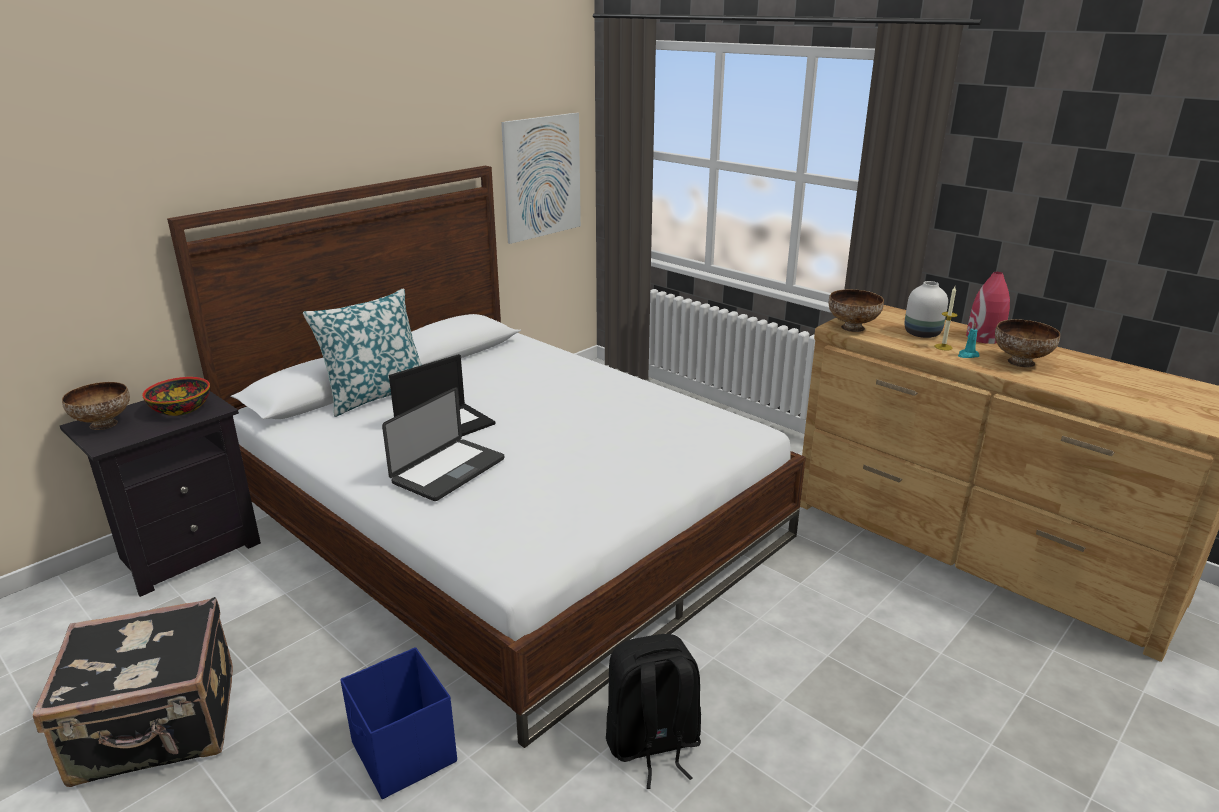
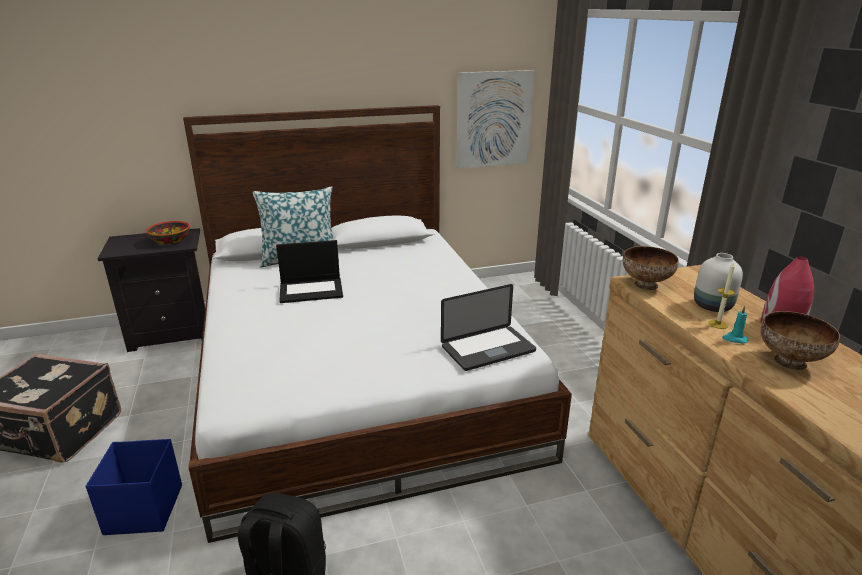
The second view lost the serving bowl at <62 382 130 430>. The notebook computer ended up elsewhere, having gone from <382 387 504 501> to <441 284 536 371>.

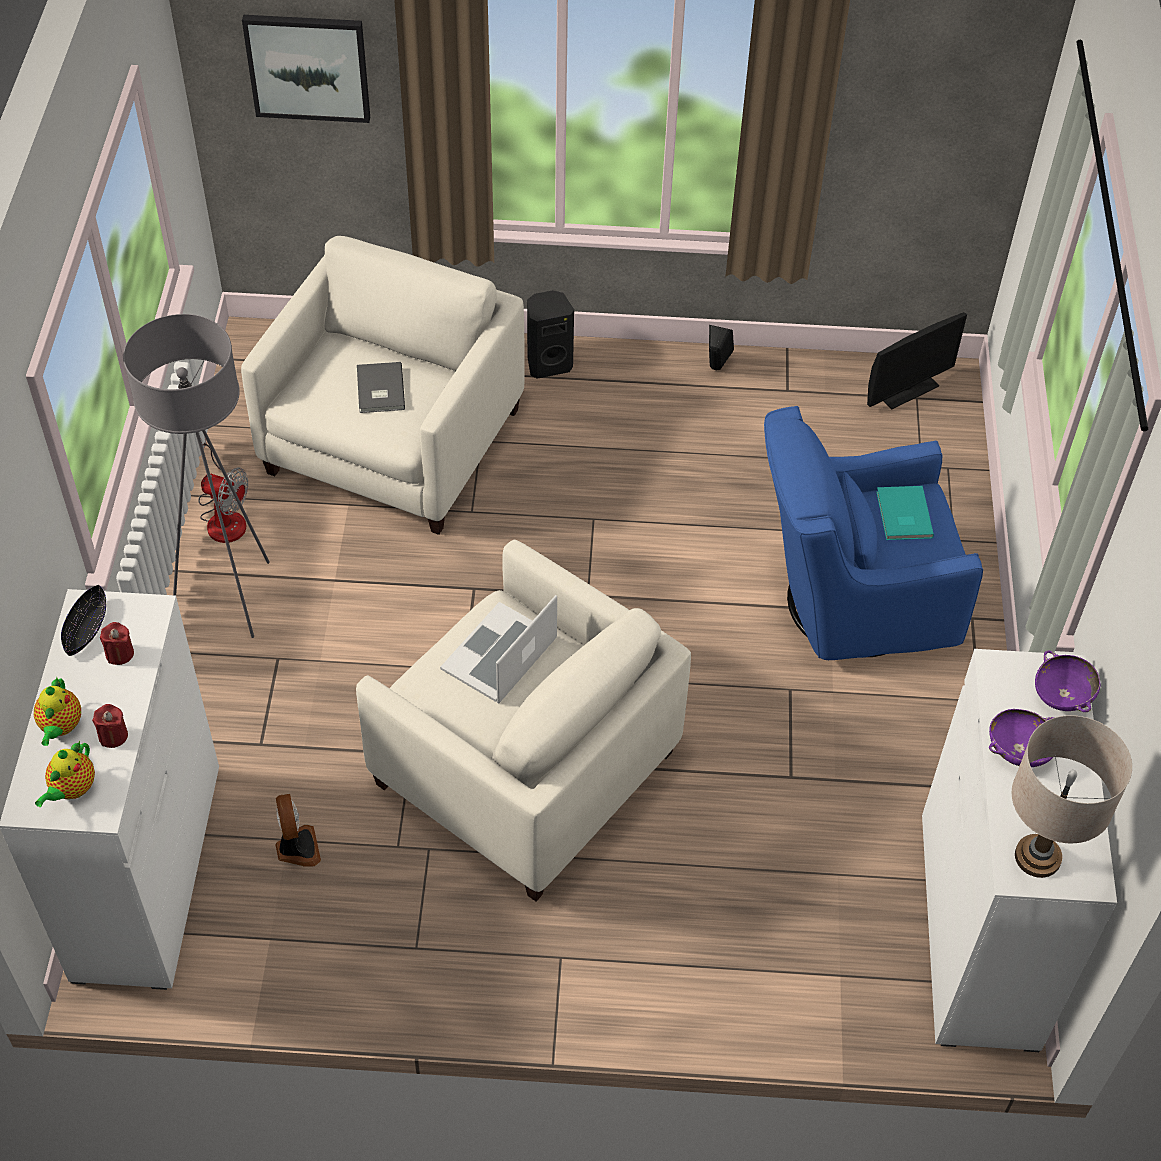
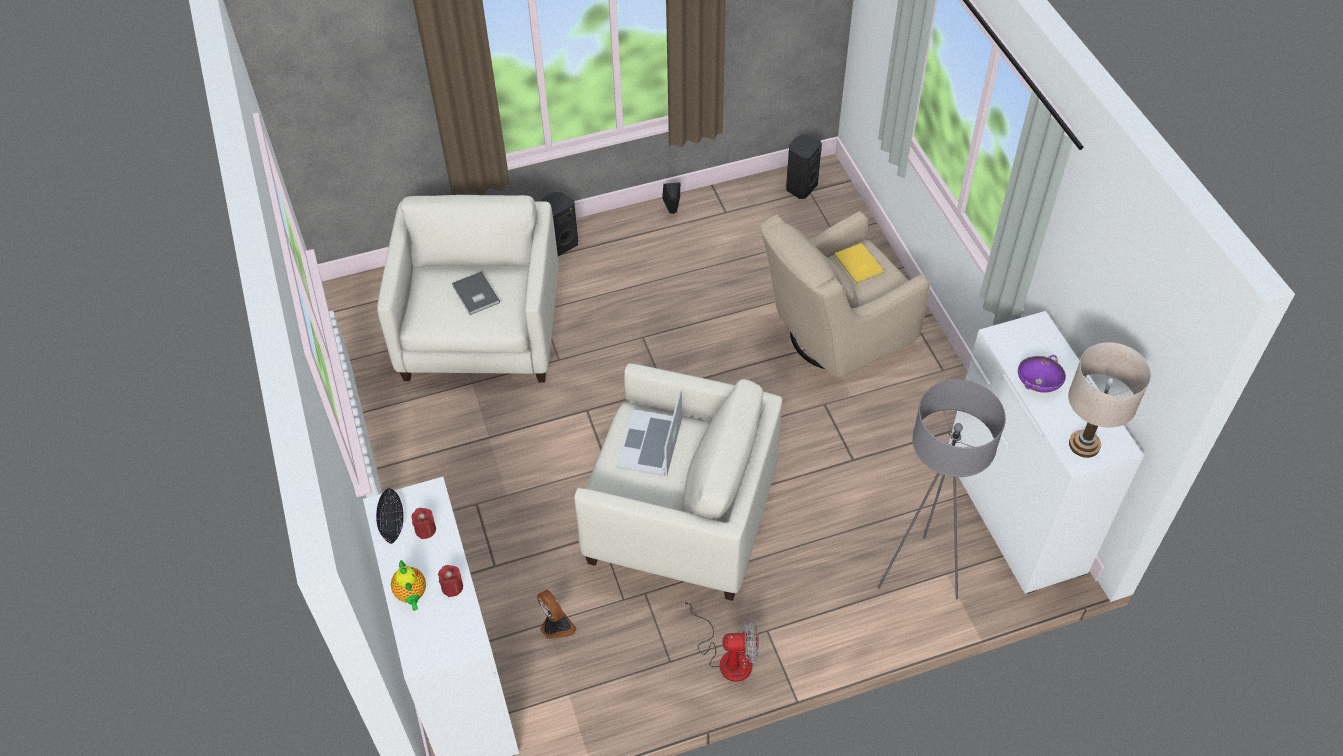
The second view lost the pot for tea at <35 741 95 807>. The second view lost the wall art at <242 15 370 123>. The second view lost the purplish serving bowl at <1035 650 1100 712>. The grey floor lamp ended up elsewhere, having gone from <123 314 270 638> to <878 379 1006 599>. The electric fan ended up elsewhere, having gone from <199 436 248 543> to <684 596 759 682>. Where the monitor stood at <867 312 967 410>, the blackish speaker came to stand at <786 135 822 199>. What was the blue-coloured easy chair at <764 406 983 660> turned into the sand-coloured easy chair at <760 211 930 377>. What was the blue-green bound book at <876 486 934 540> turned into the yellow bound book at <834 243 884 285>.

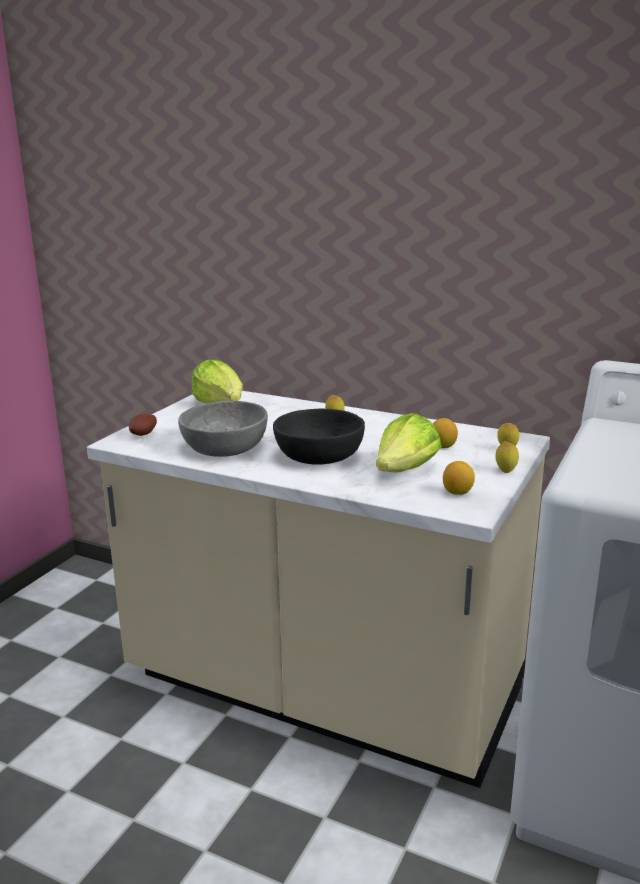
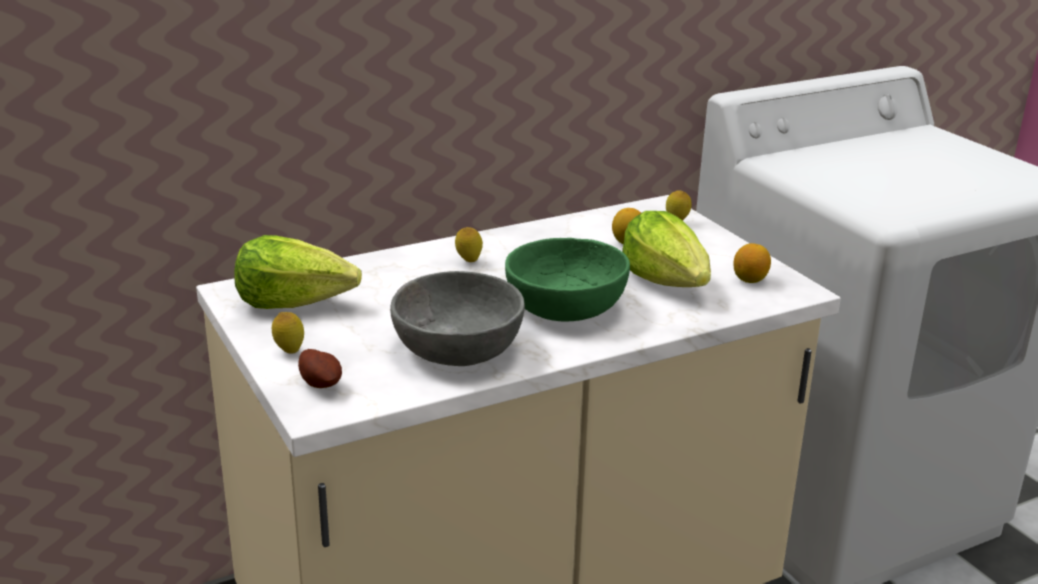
The lemon ended up elsewhere, having gone from <495 441 519 473> to <272 312 304 354>. What was the blackish serving bowl at <273 409 365 464> turned into the green serving bowl at <505 238 630 322>.

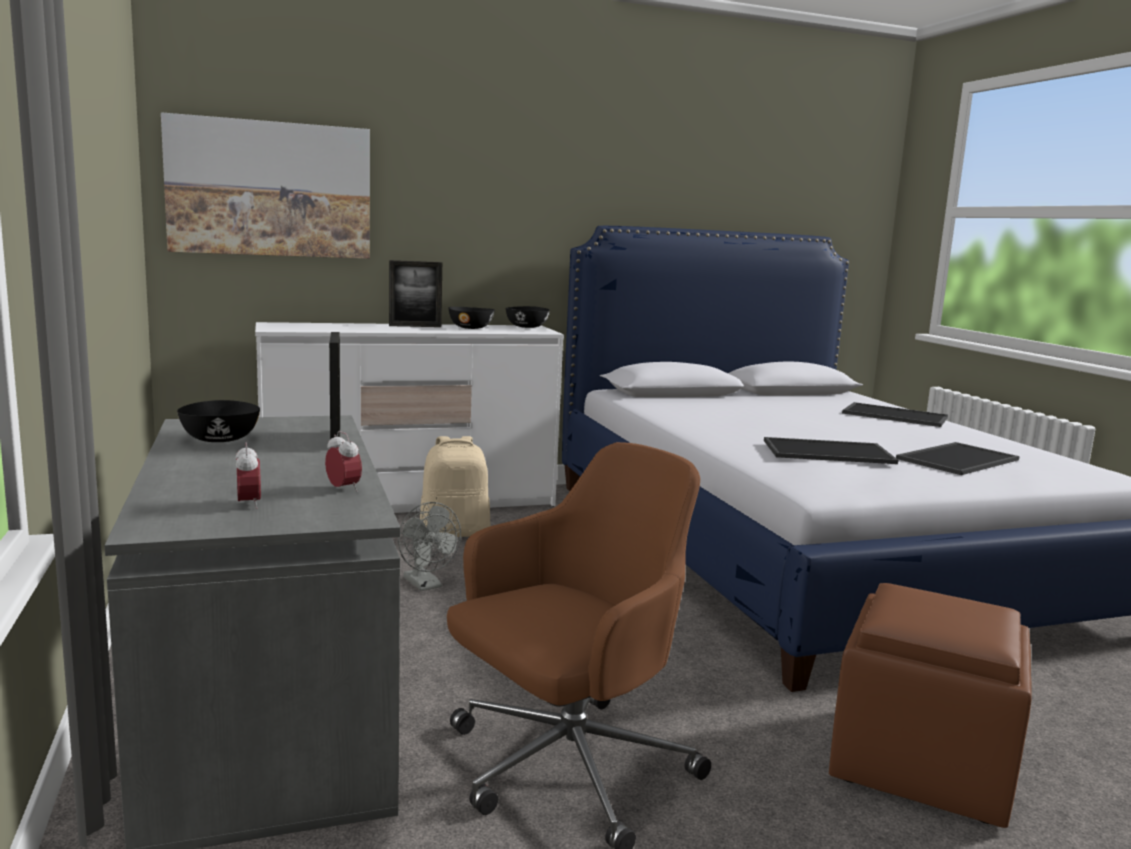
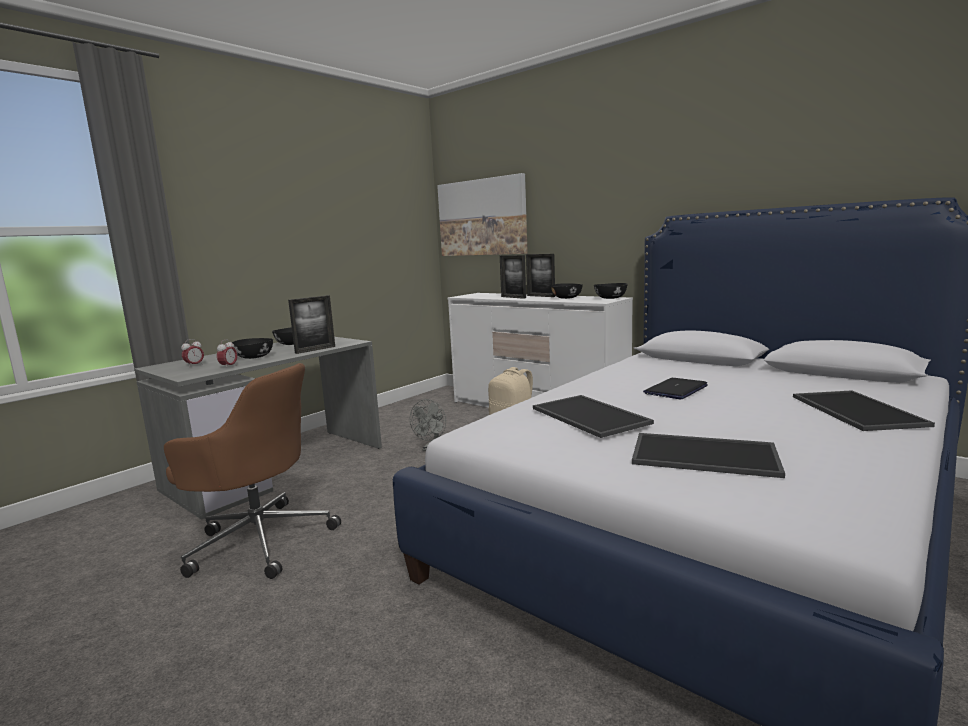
The second view lost the brown pouffe at <829 583 1032 828>. The second view gained the blackish serving bowl at <232 338 273 359>. The second view gained the standing frame at <500 255 526 299>. The second view gained the notebook computer at <643 378 708 399>.

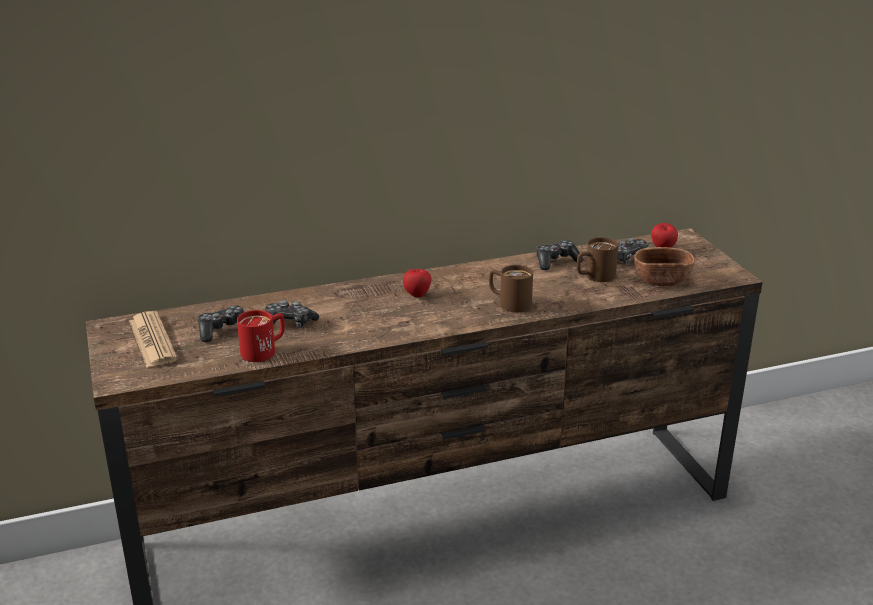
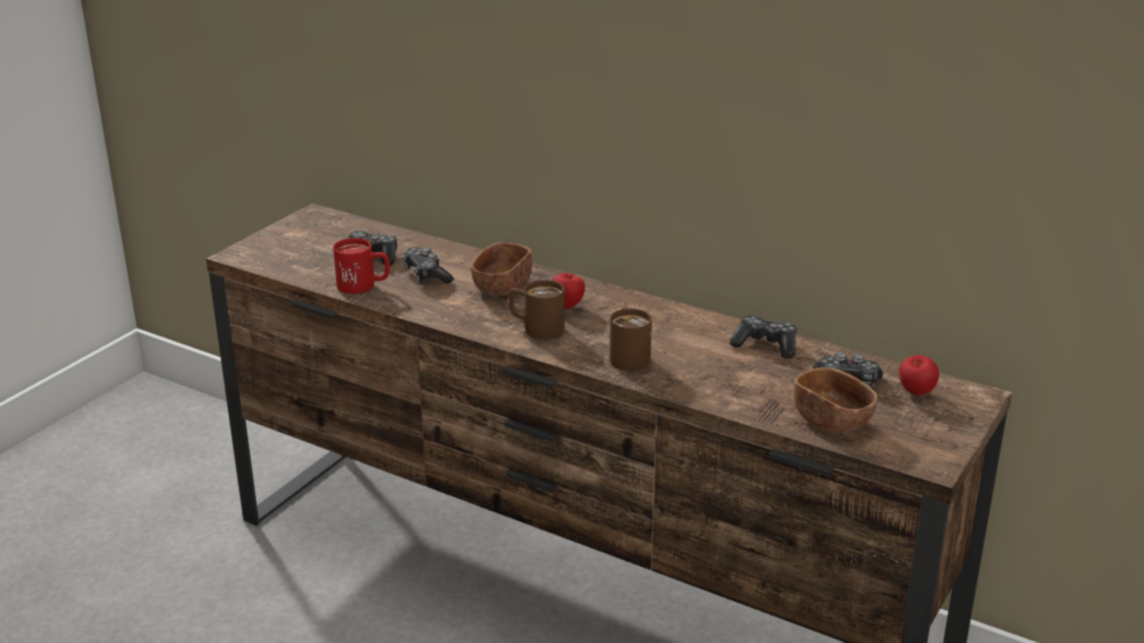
The second view lost the daily paper at <129 311 178 367>. The second view gained the brown serving bowl at <471 242 532 296>. The brown coffee mug ended up elsewhere, having gone from <577 237 619 282> to <509 280 565 340>.

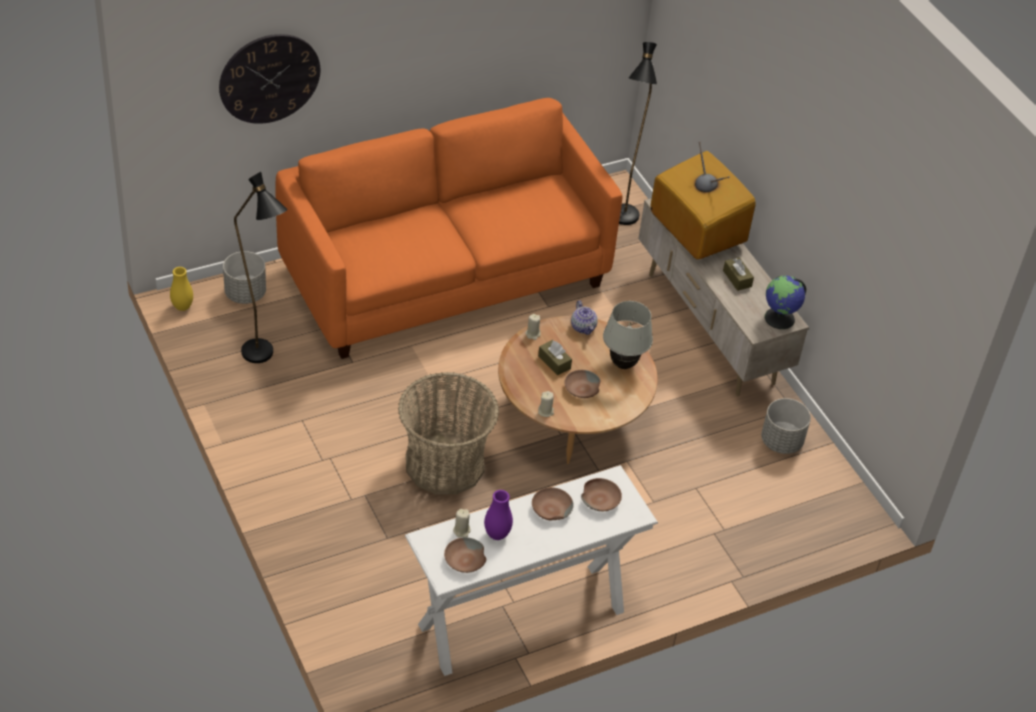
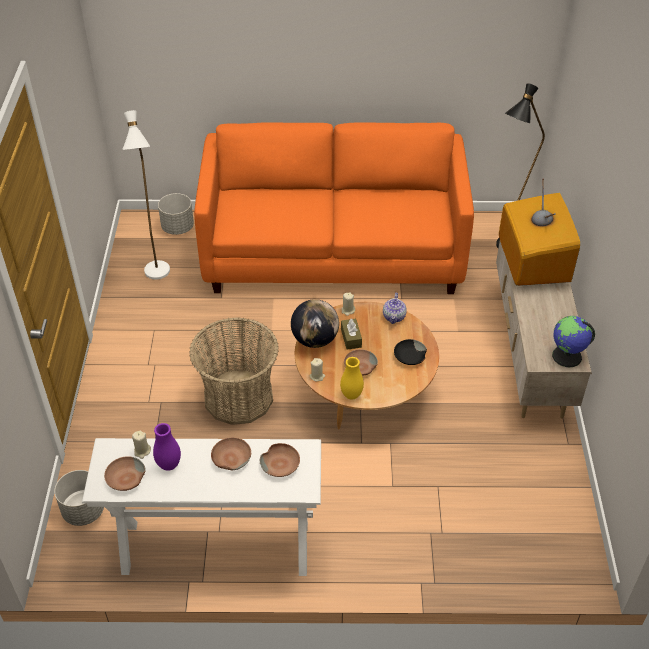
The second view lost the wall clock at <219 34 320 124>. The second view lost the brown tissue holder at <723 257 754 291>. The second view gained the globe at <291 299 339 348>. The yellow flower vase ended up elsewhere, having gone from <170 267 193 311> to <340 357 364 399>. The grey flower pot ended up elsewhere, having gone from <761 398 811 454> to <54 470 104 526>. Where the white tabletop lamp stood at <603 301 653 369>, the blackish serving bowl came to stand at <394 339 427 365>. What was the blackish floor lamp at <234 172 287 363> turned into the white floor lamp at <122 110 170 280>.

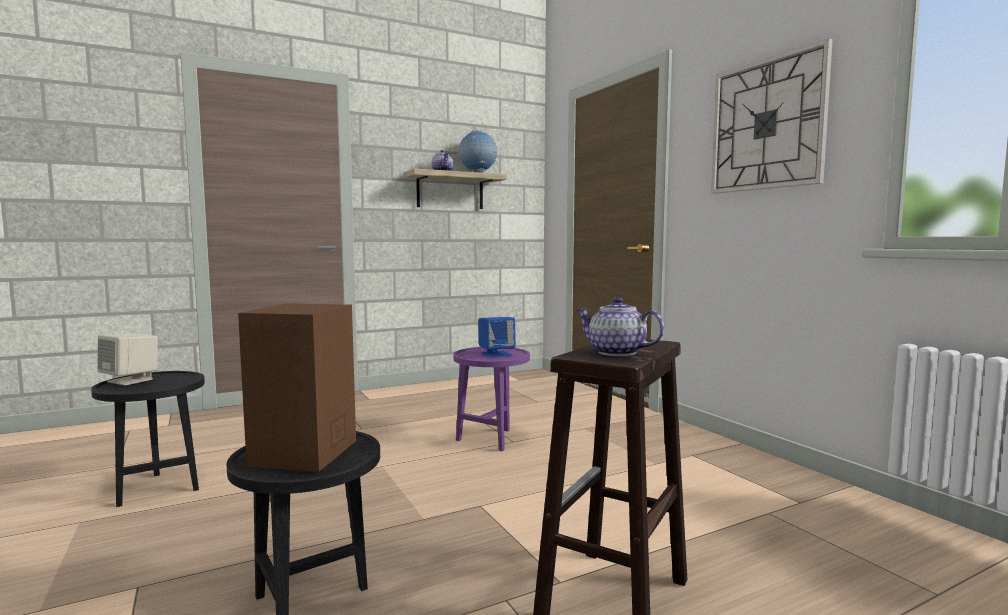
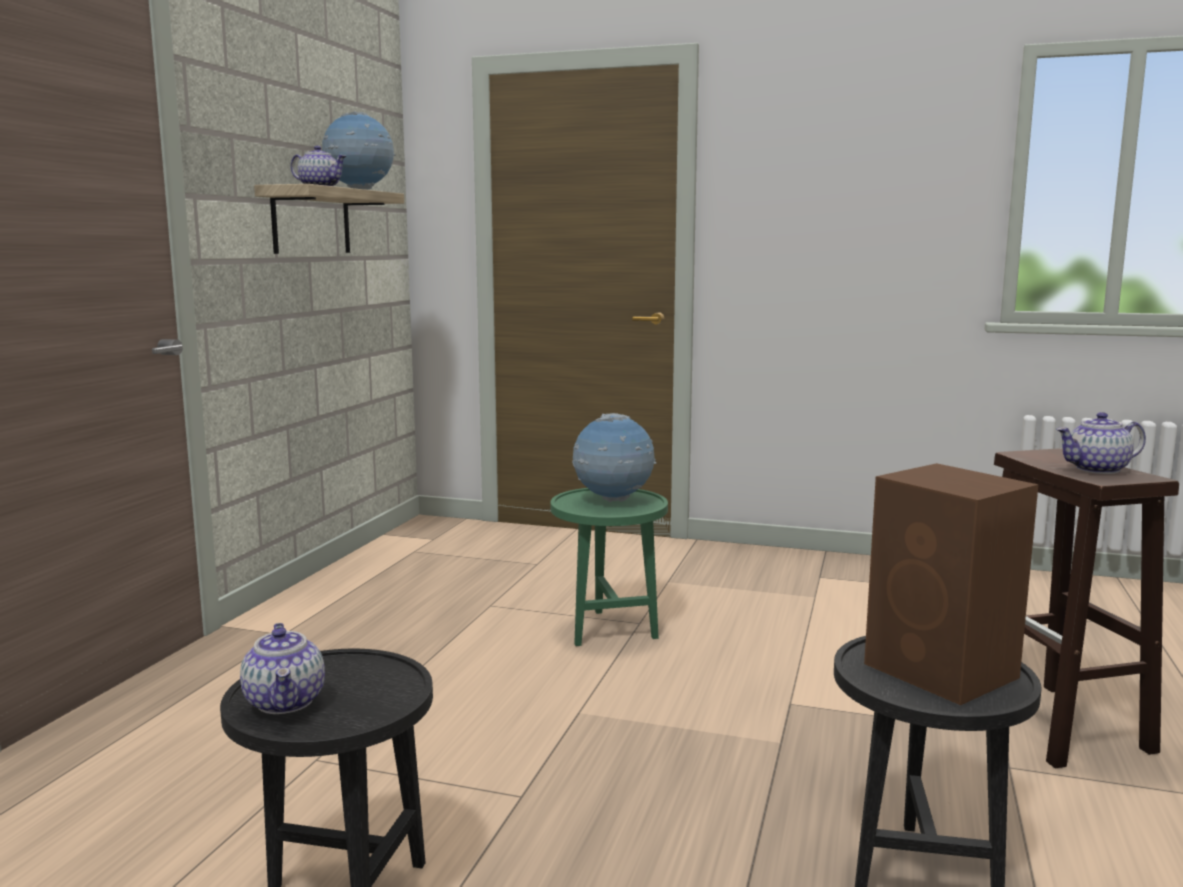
The second view lost the wall clock at <711 38 833 194>. Where the sand-coloured speaker stood at <97 333 158 386>, the pot for tea came to stand at <240 623 325 714>. Where the blue-coloured speaker stood at <478 317 516 357>, the globe came to stand at <572 413 657 502>. What was the purplish accent table at <453 347 530 451> turned into the green accent table at <550 488 668 646>.

